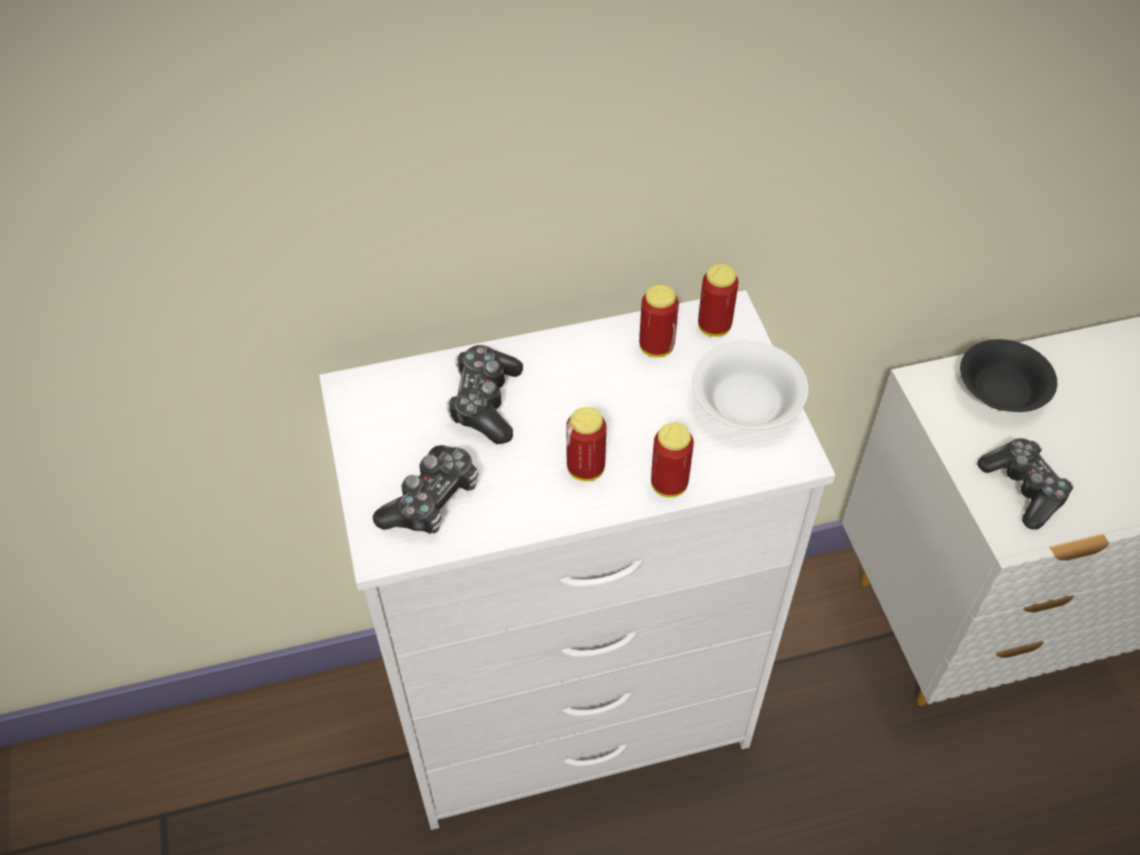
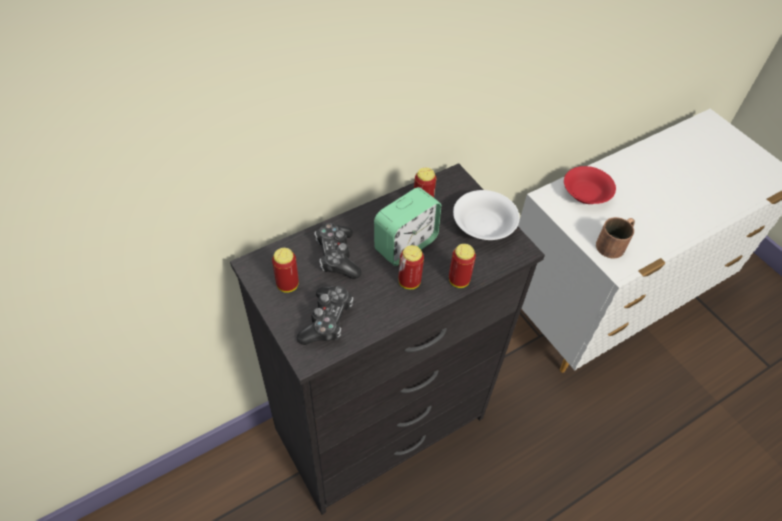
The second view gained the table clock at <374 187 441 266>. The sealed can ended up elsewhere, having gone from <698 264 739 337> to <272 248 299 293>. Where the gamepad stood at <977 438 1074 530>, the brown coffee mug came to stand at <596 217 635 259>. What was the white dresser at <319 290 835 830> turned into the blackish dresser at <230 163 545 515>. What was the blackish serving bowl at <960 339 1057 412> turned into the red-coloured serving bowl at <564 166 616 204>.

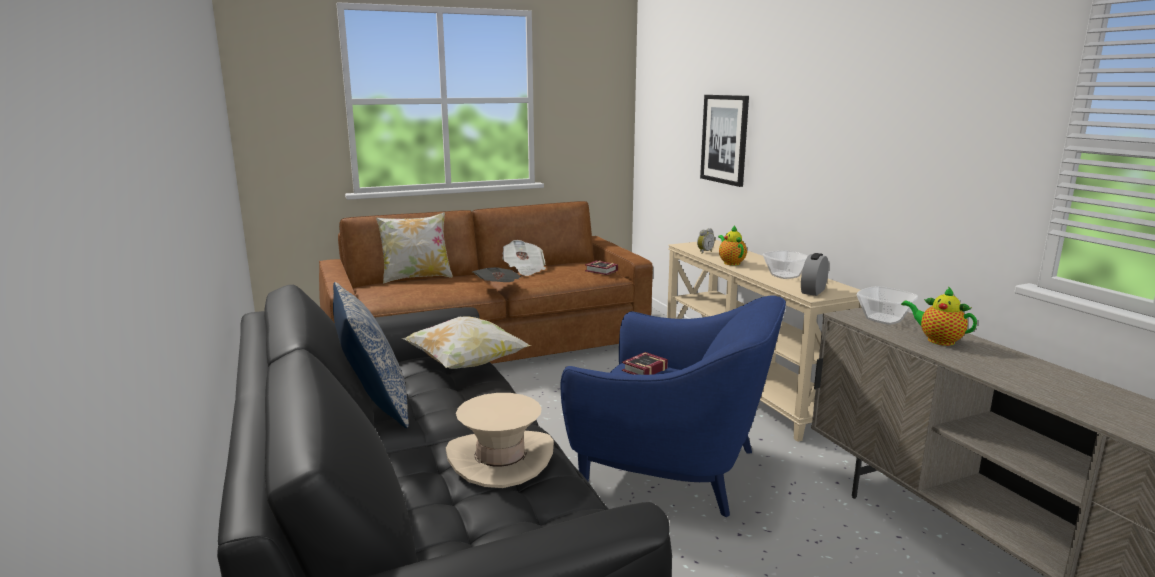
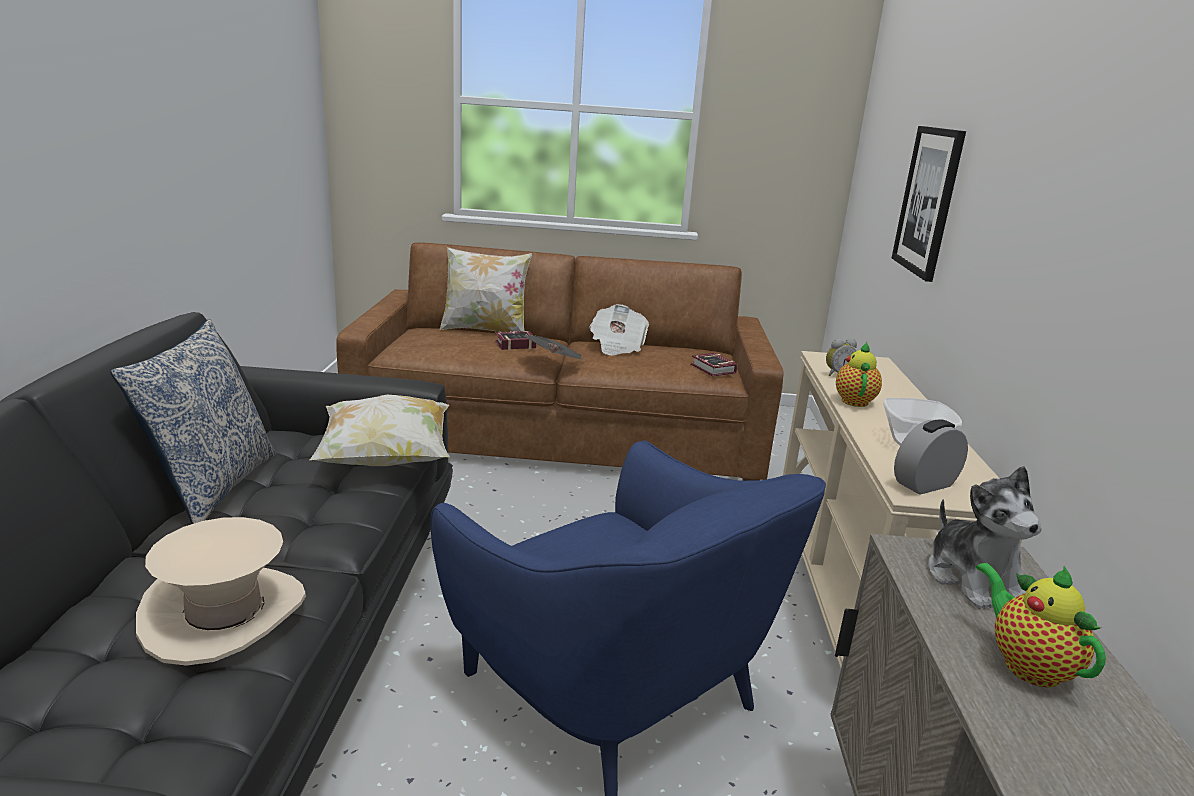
The bound book ended up elsewhere, having gone from <622 352 668 375> to <495 331 537 350>. Where the serving bowl stood at <857 286 918 325>, the cuddly toy came to stand at <928 466 1042 609>.

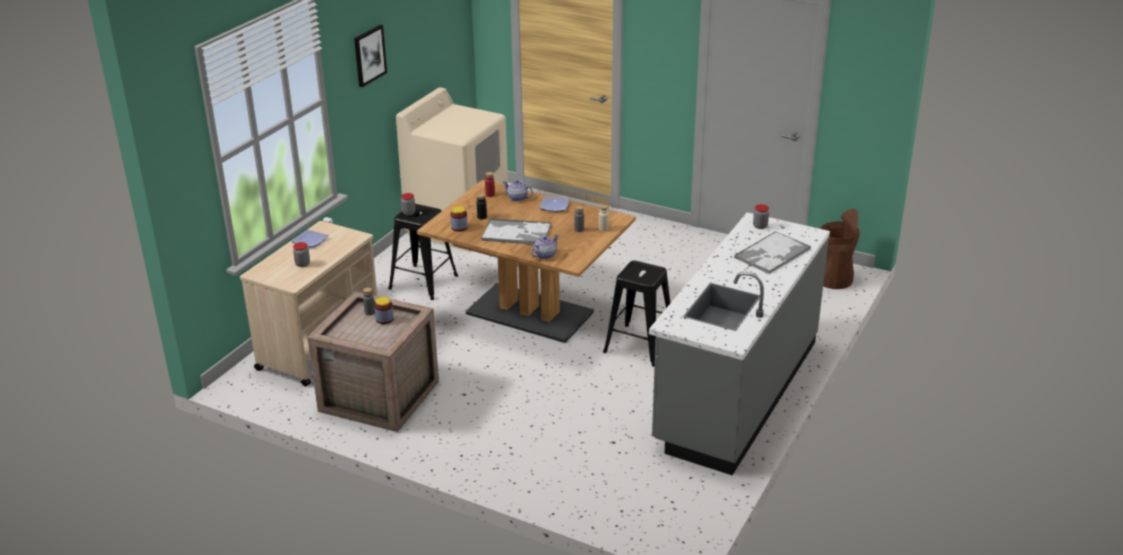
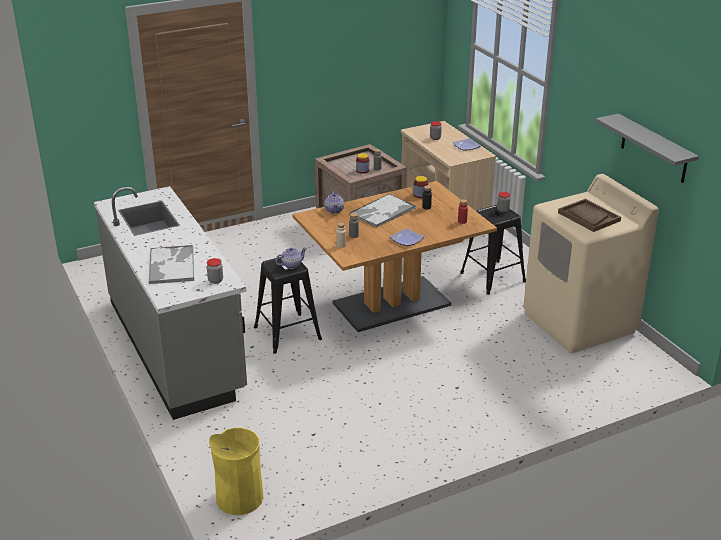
The second view lost the wall art at <354 25 387 87>. The second view gained the brown carrying tray at <558 199 621 232>. The second view gained the grey shelf at <595 113 699 183>. The pot for tea ended up elsewhere, having gone from <503 180 533 201> to <276 248 307 269>. What was the brown waste bin at <820 209 860 289> turned into the yellow waste bin at <209 428 263 515>.

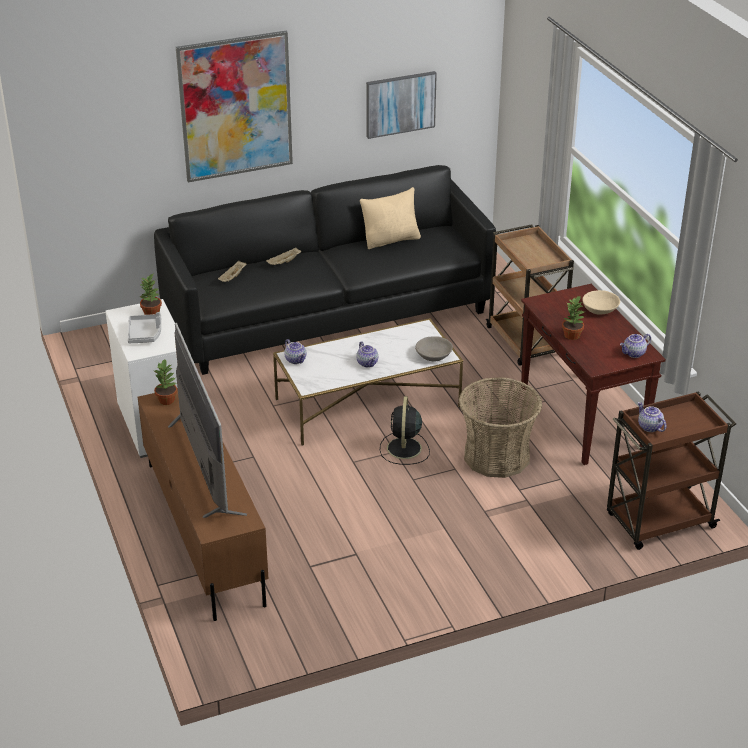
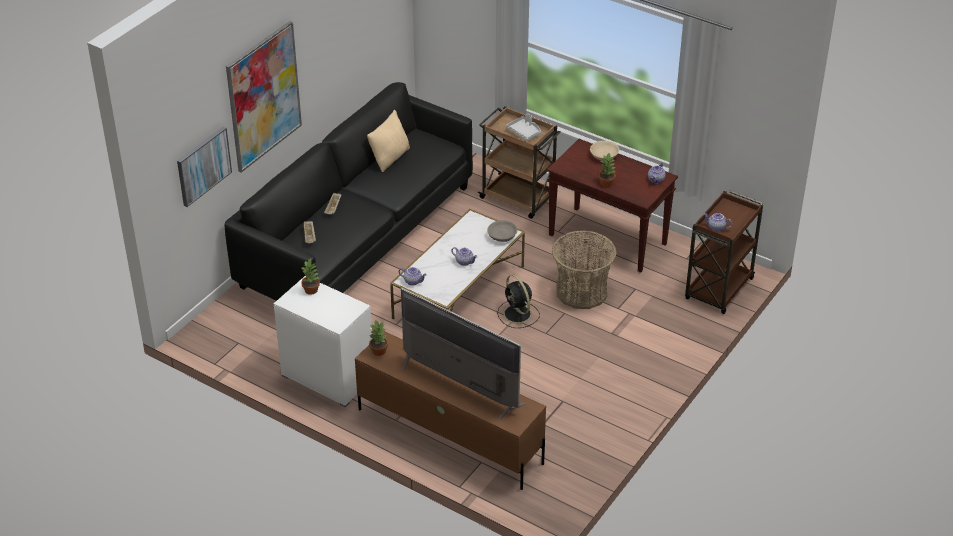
The grey carrying tray ended up elsewhere, having gone from <128 312 161 343> to <506 114 541 141>. The wall art ended up elsewhere, having gone from <366 71 437 139> to <177 127 232 207>.

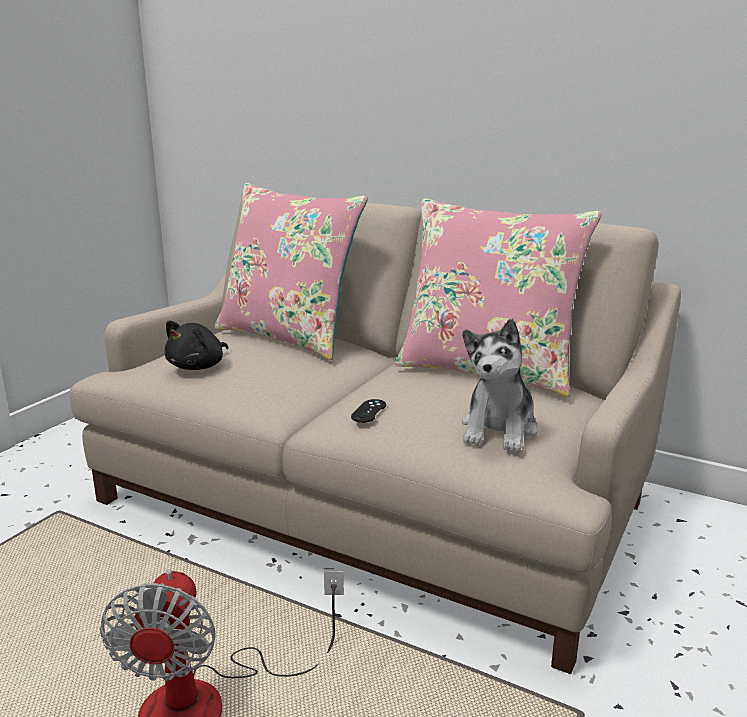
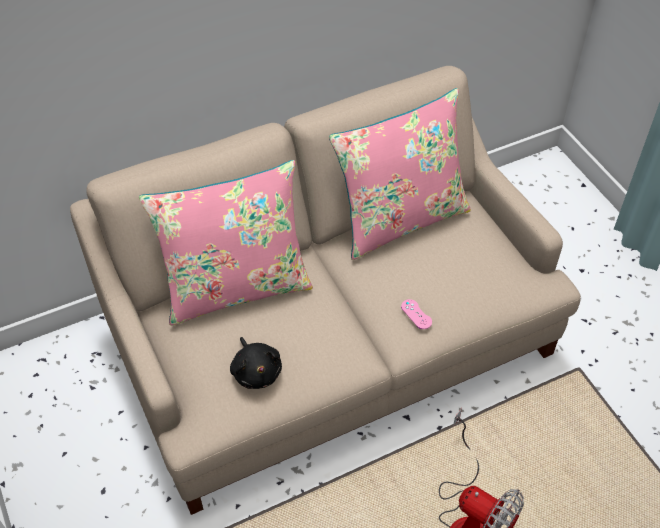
The second view lost the cuddly toy at <462 318 538 452>. What was the blackish gamepad at <351 399 386 423> turned into the pink gamepad at <401 299 432 329>.

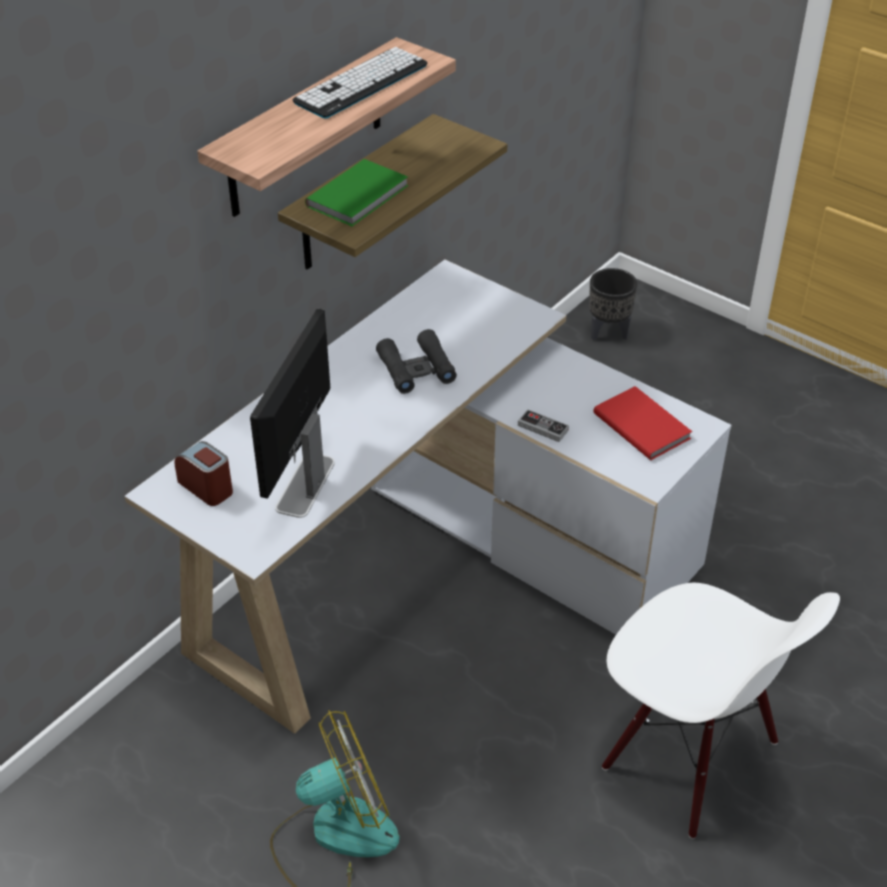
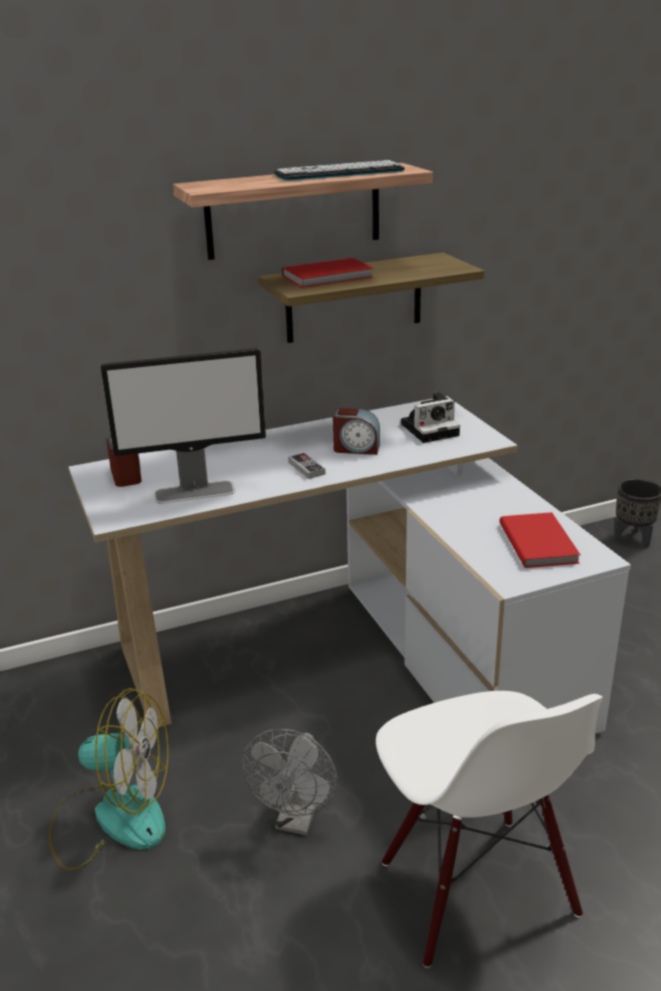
The second view gained the grey electric fan at <242 729 337 835>. The second view gained the still camera at <401 392 460 443>. The gamepad ended up elsewhere, having gone from <518 409 569 442> to <288 452 325 479>. Where the blackish field glasses stood at <376 329 457 394>, the table clock came to stand at <333 408 380 455>. What was the green bound book at <305 159 409 226> turned into the red-coloured bound book at <282 258 374 288>. The monitor at <250 308 335 518> ended up facing another way, 150 degrees counterclockwise from before.

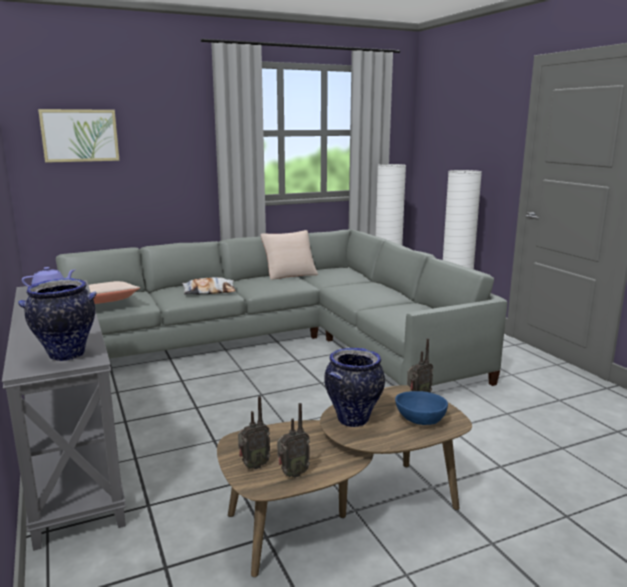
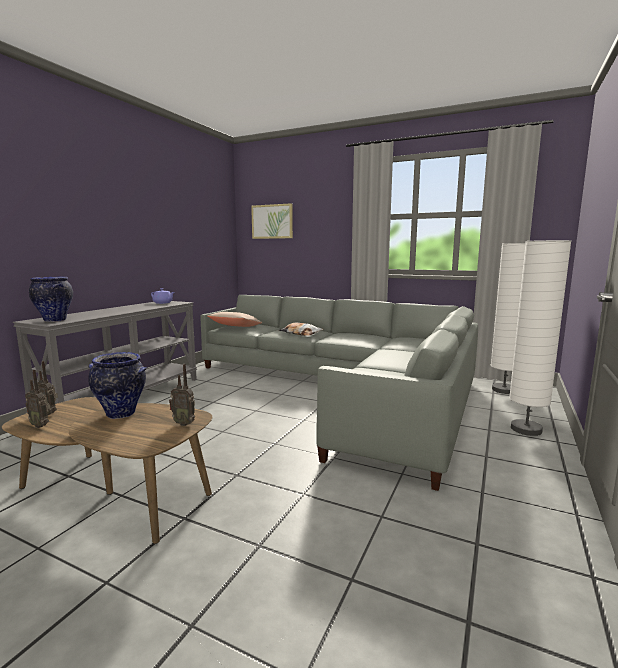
The second view lost the sand-coloured pillow at <260 230 318 280>. The second view lost the blue-coloured serving bowl at <395 391 448 425>.

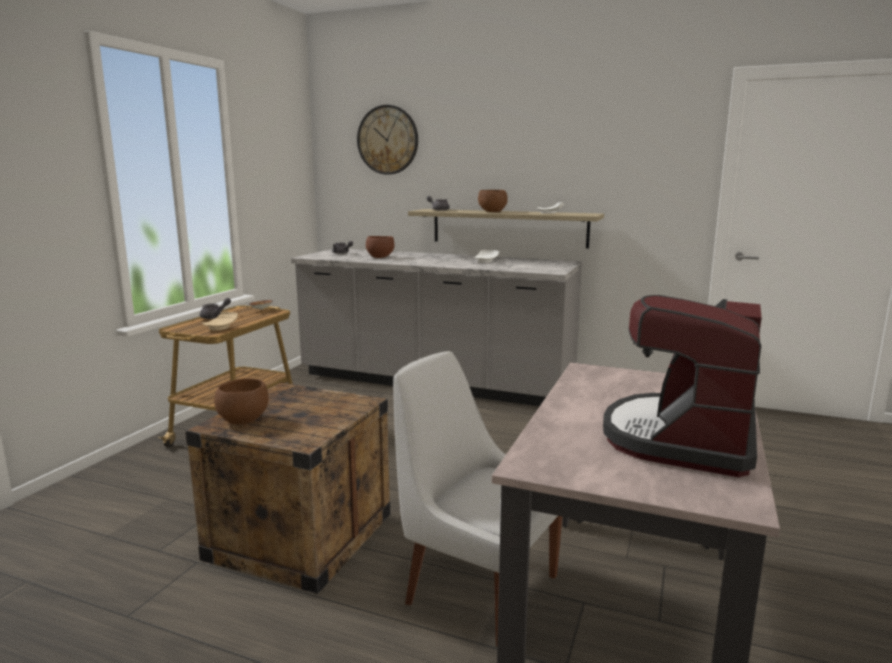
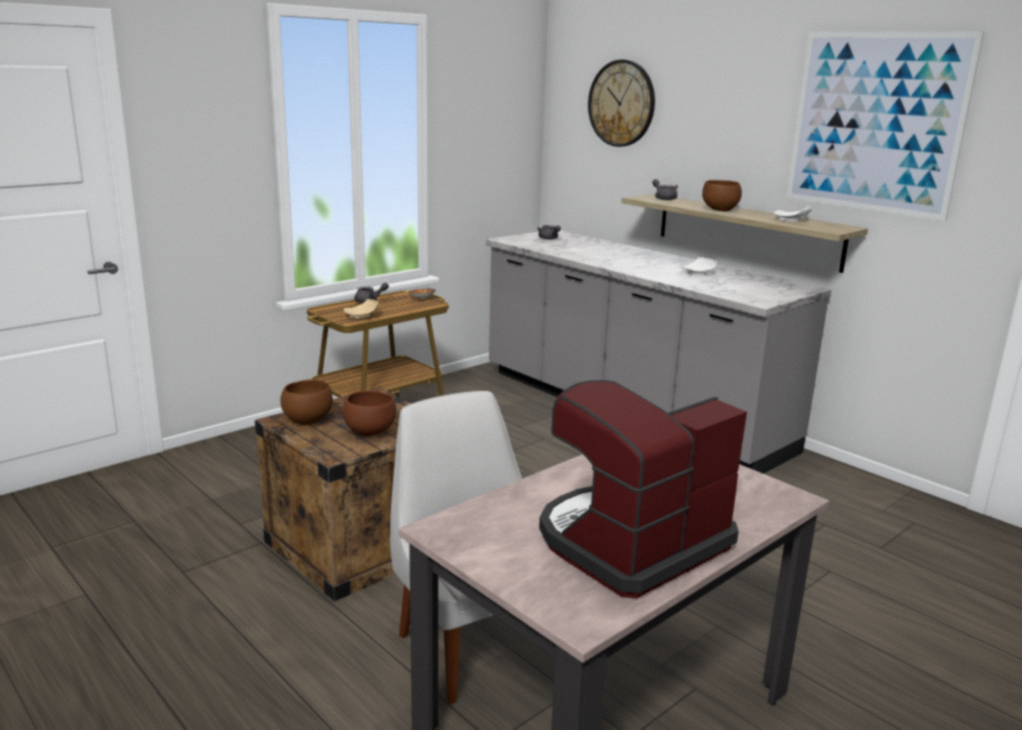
The second view gained the wall art at <786 31 984 221>. The brown serving bowl ended up elsewhere, having gone from <366 236 394 258> to <343 391 396 436>.

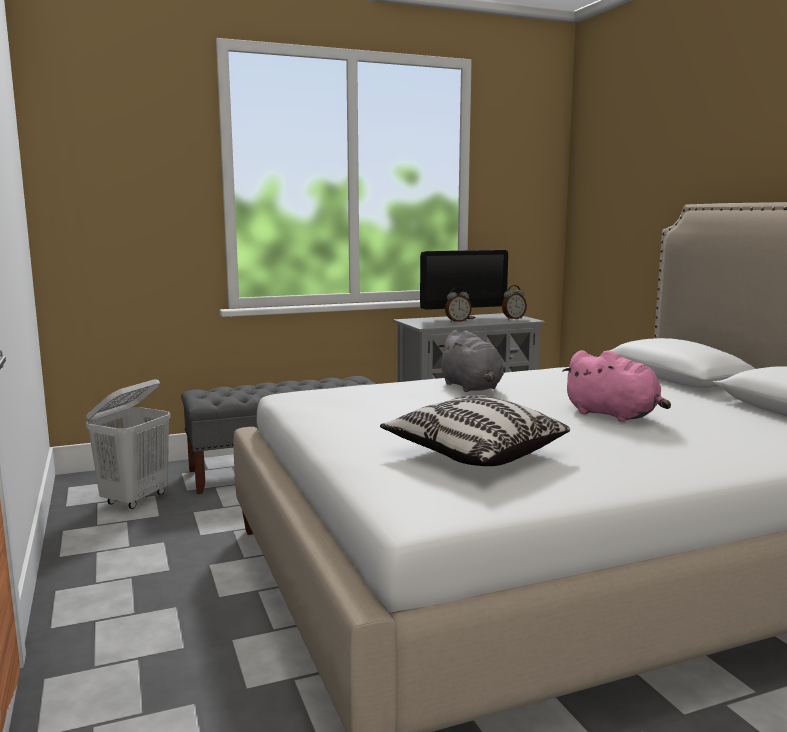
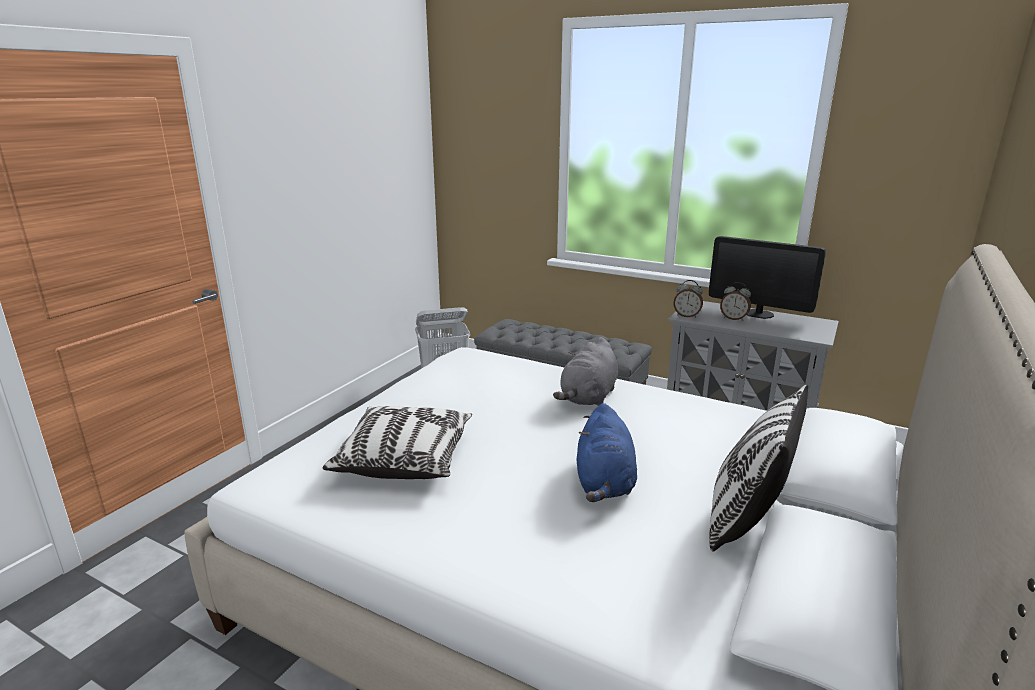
The second view gained the pillow at <709 384 808 552>. The table clock ended up elsewhere, having gone from <502 285 527 320> to <673 280 703 318>. What was the pink cuddly toy at <563 350 671 422> turned into the blue-coloured cuddly toy at <577 403 637 502>.

